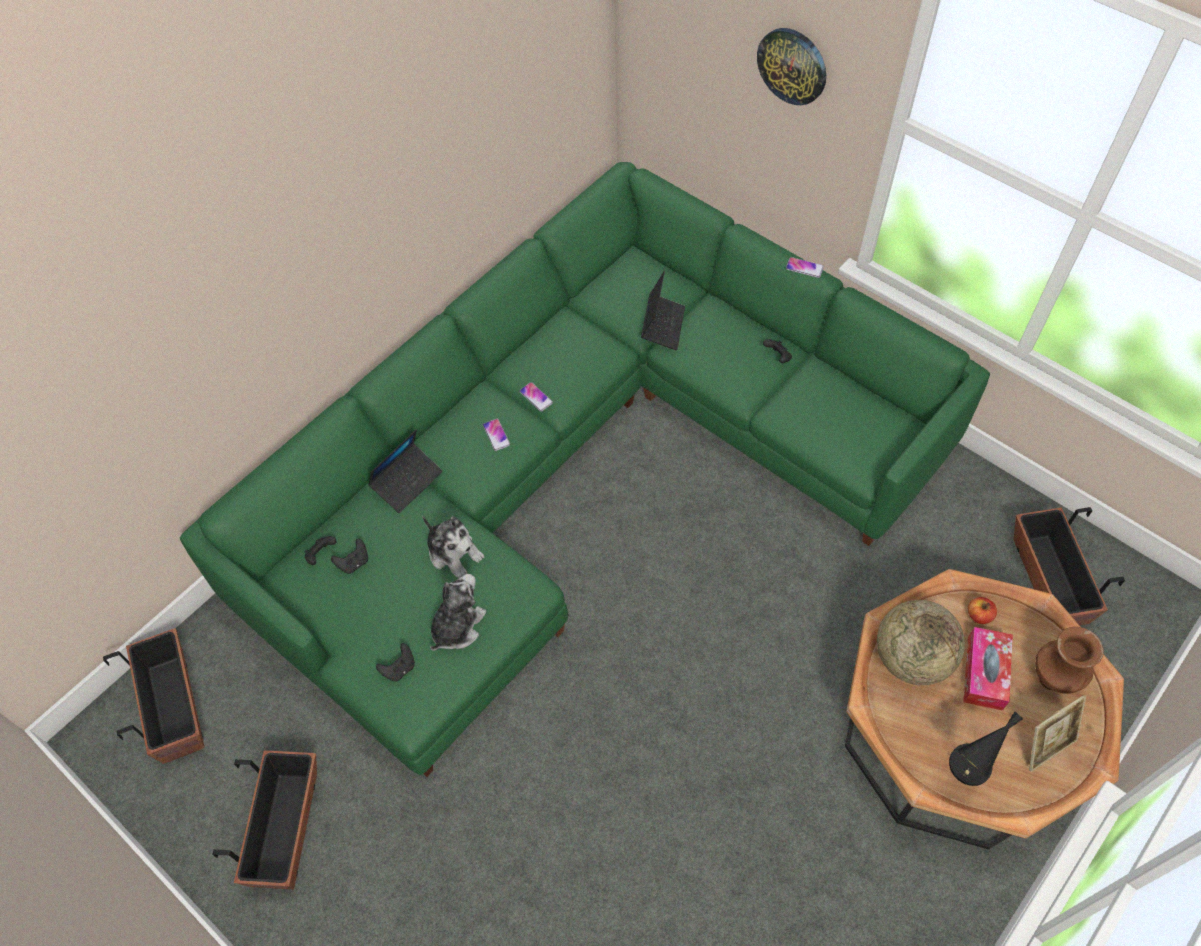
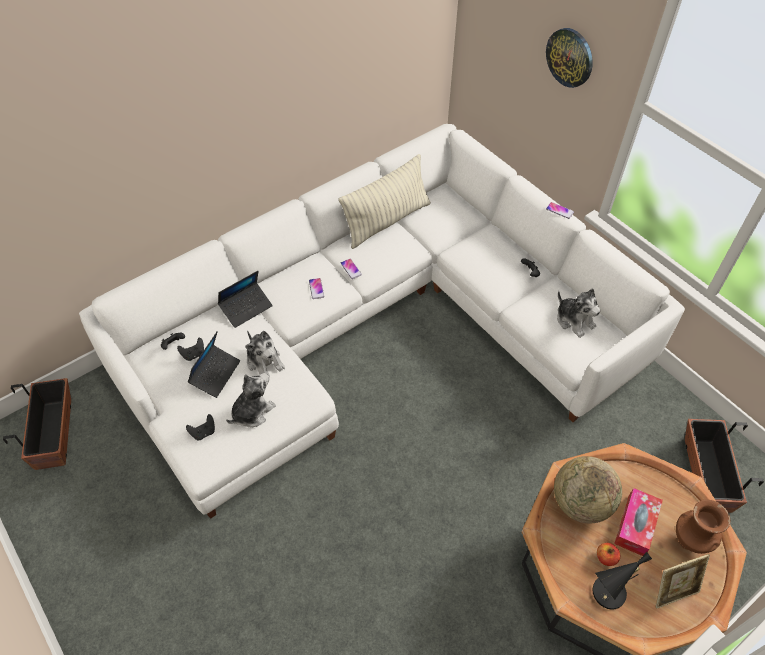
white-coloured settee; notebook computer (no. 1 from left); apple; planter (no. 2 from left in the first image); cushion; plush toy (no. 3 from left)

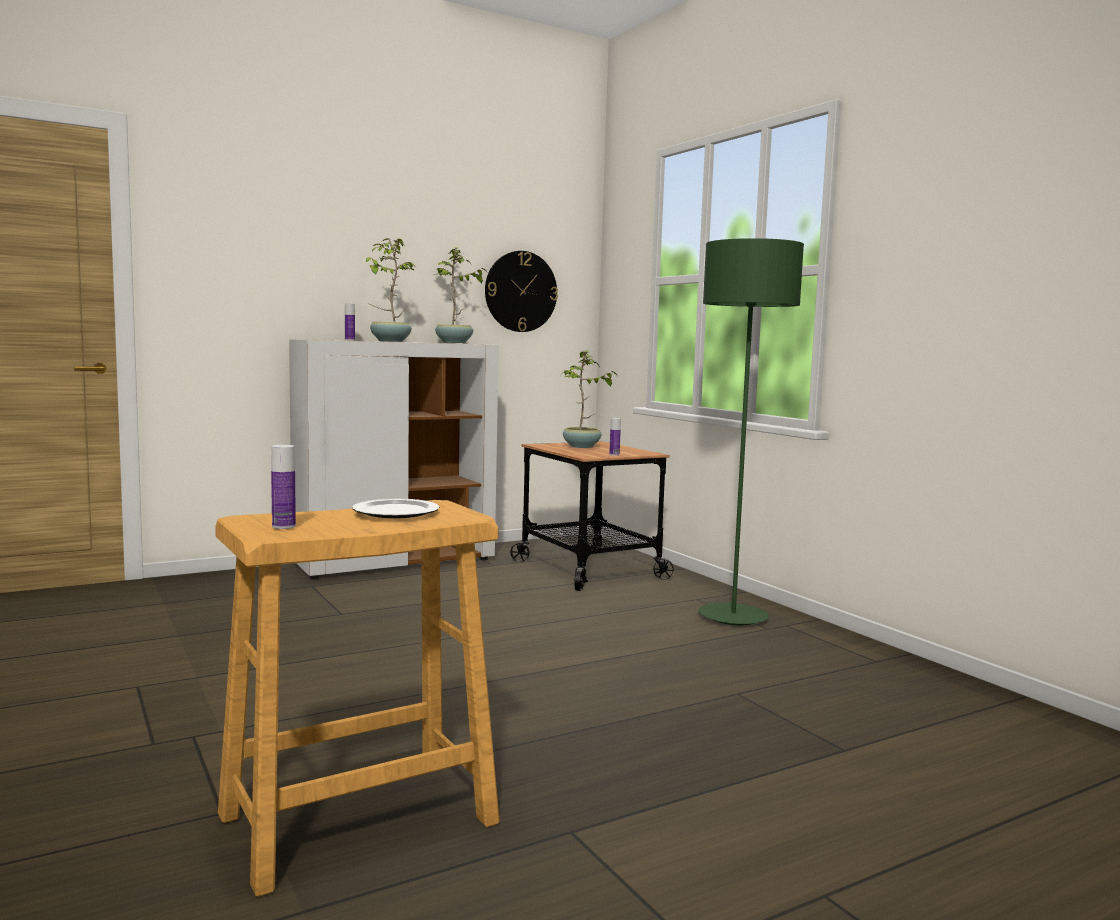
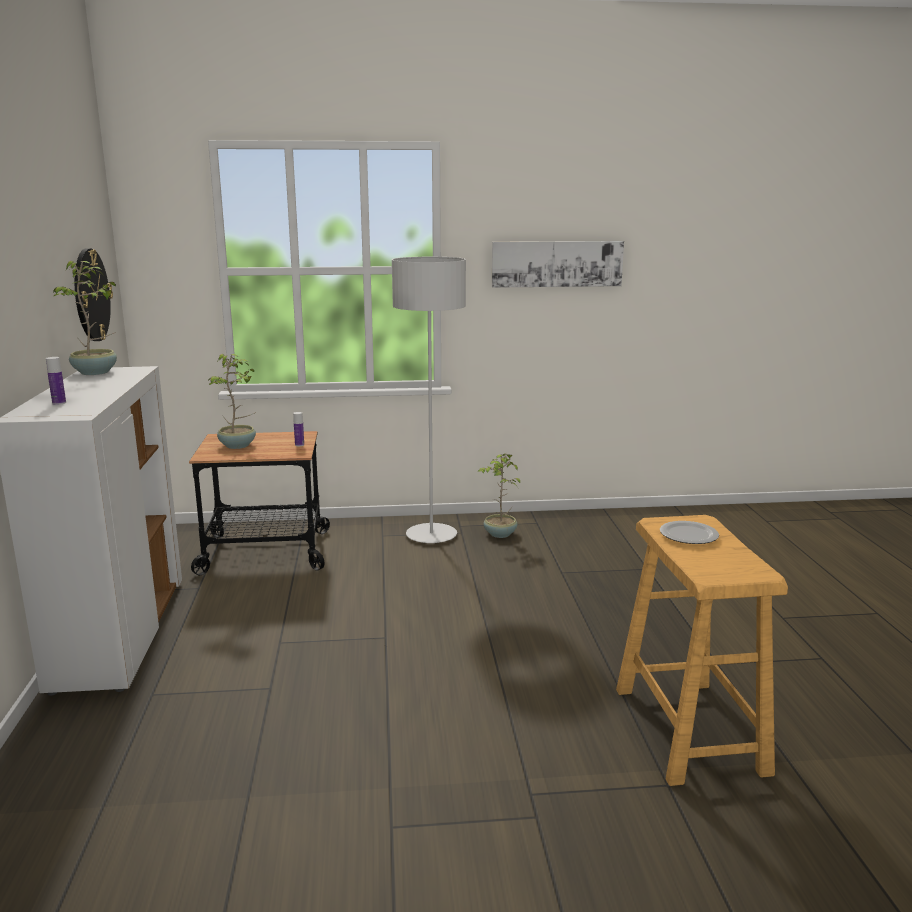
greyish floor lamp; plant in a pot (no. 3 from left); drink bottle (no. 1 from left in the first image); wall picture

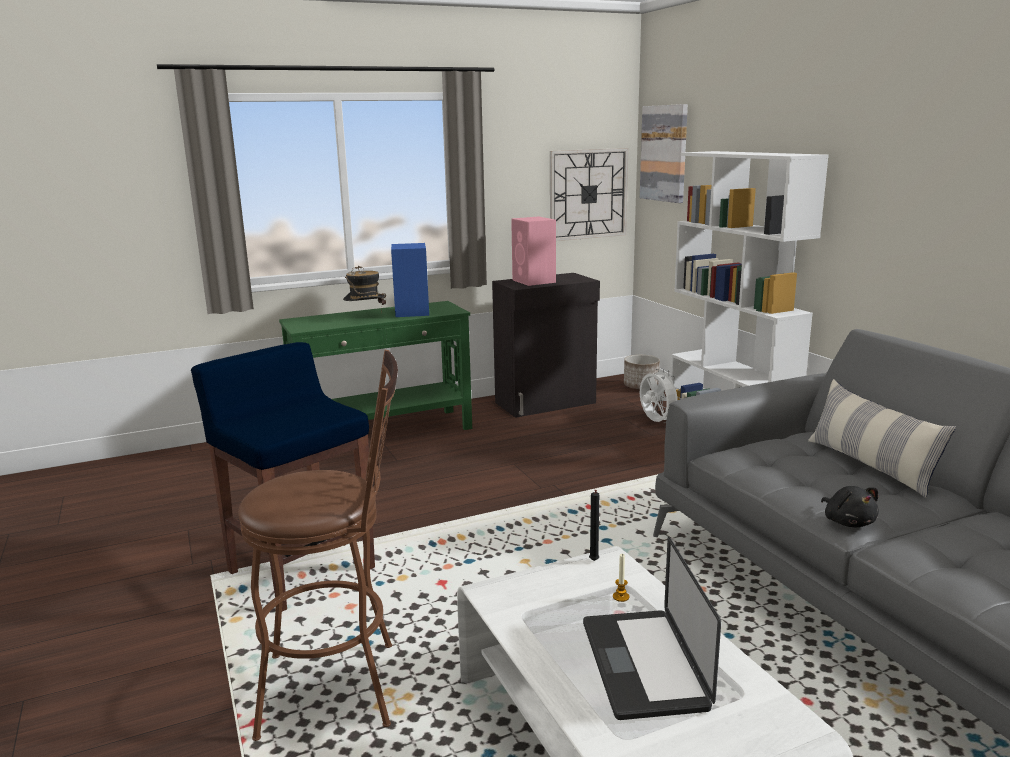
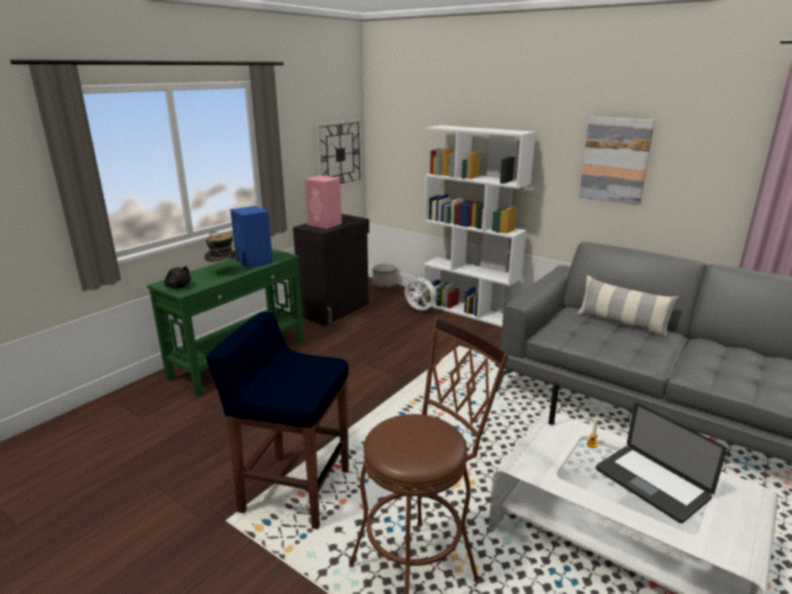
wall picture; blackish plush toy

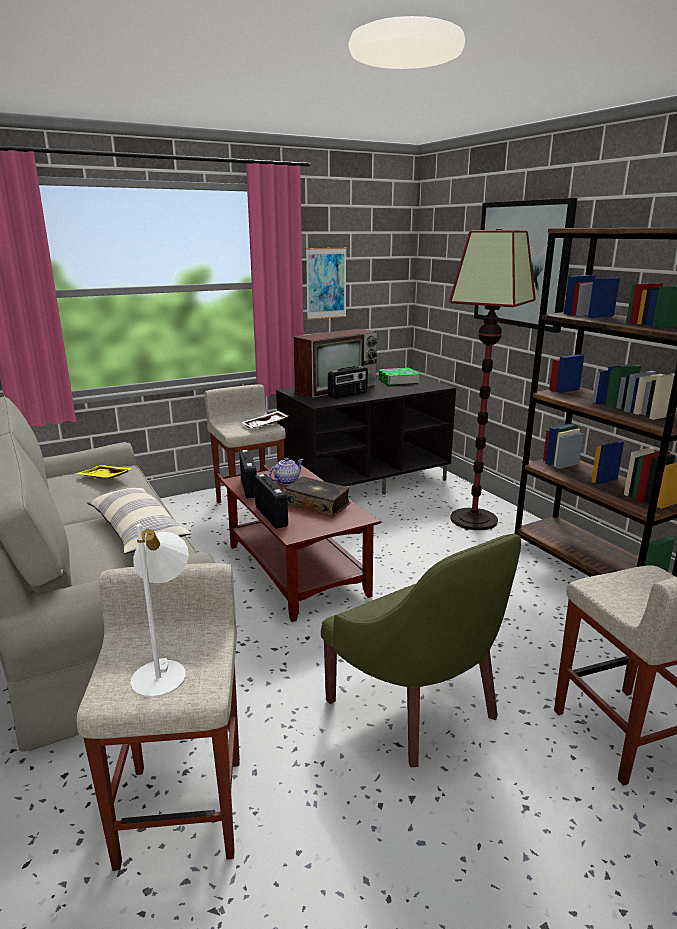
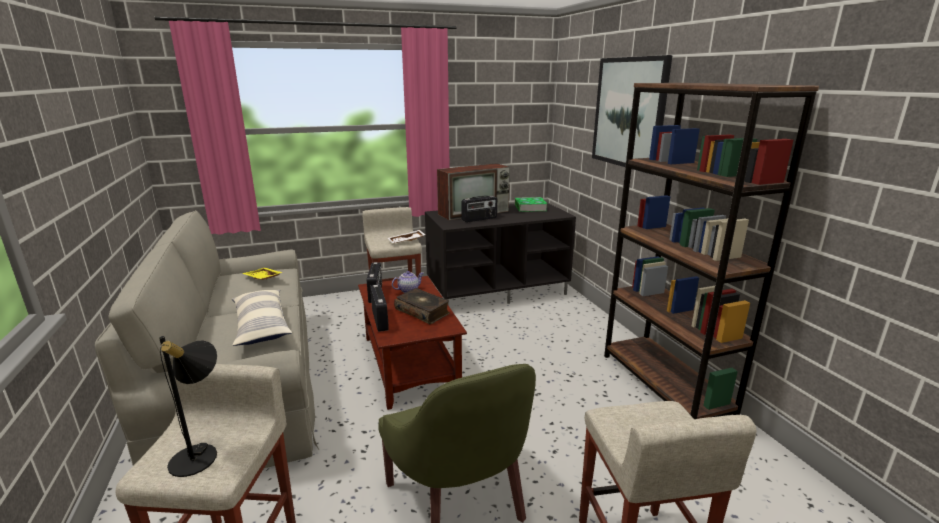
floor lamp; wall picture (no. 1 from left in the first image); blackish lamp for a table

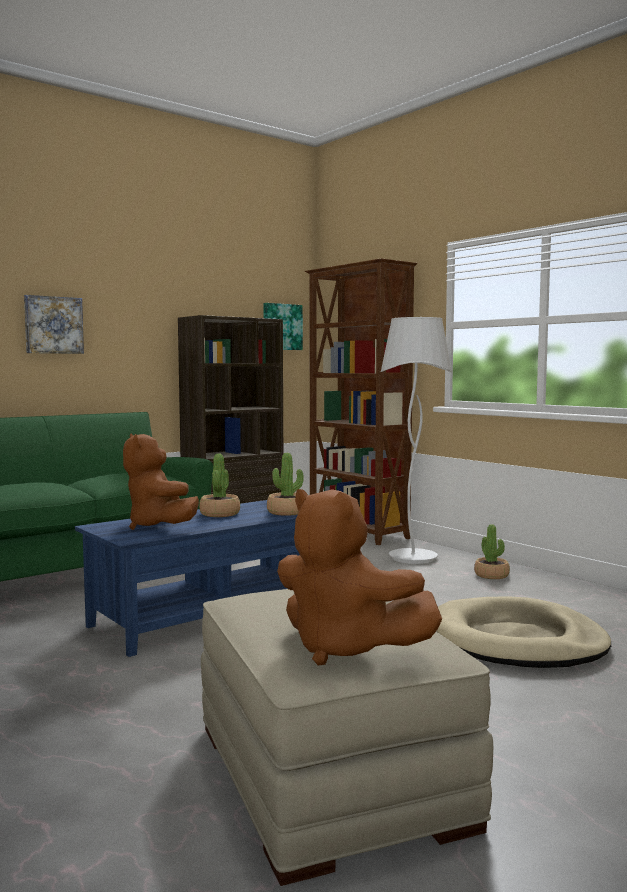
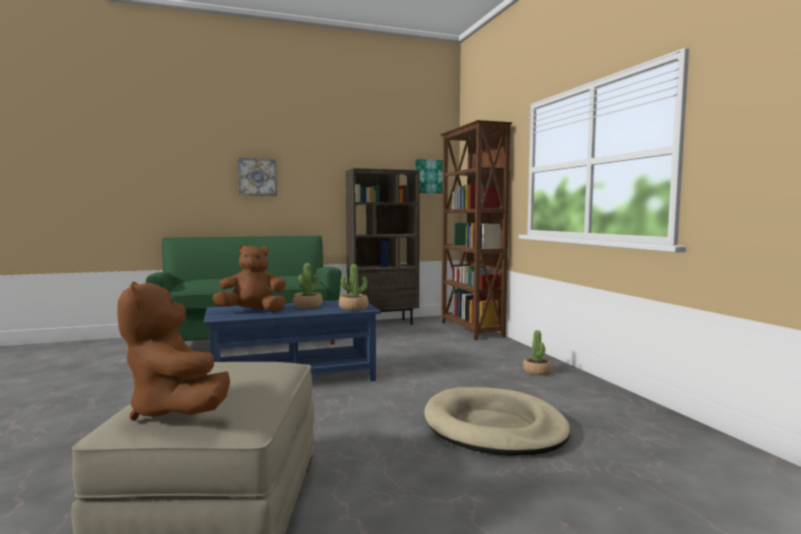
white-coloured floor lamp; brown-coloured plush toy (no. 2 from left)

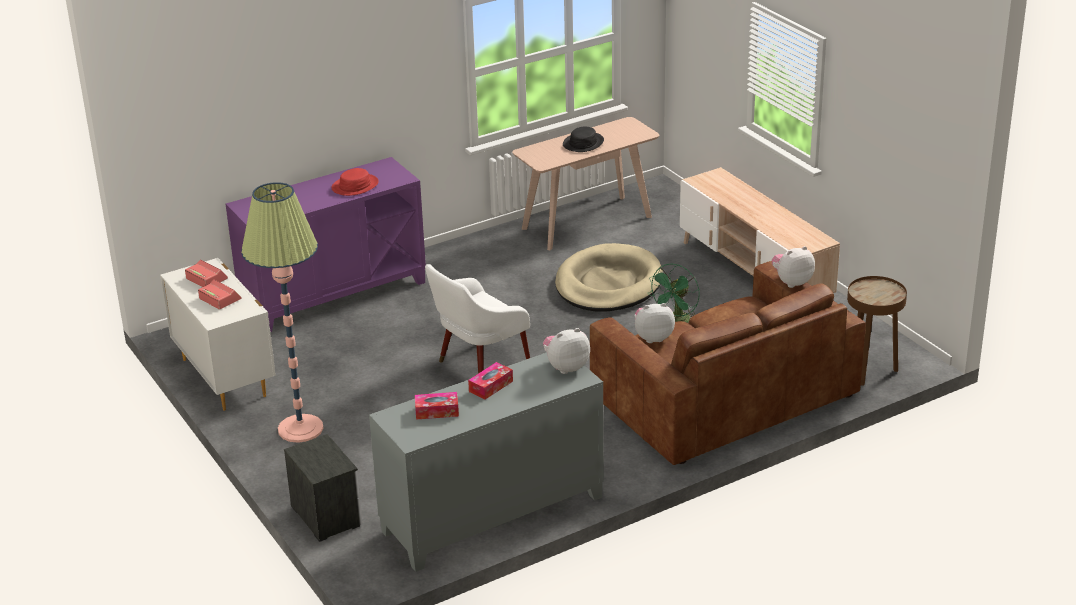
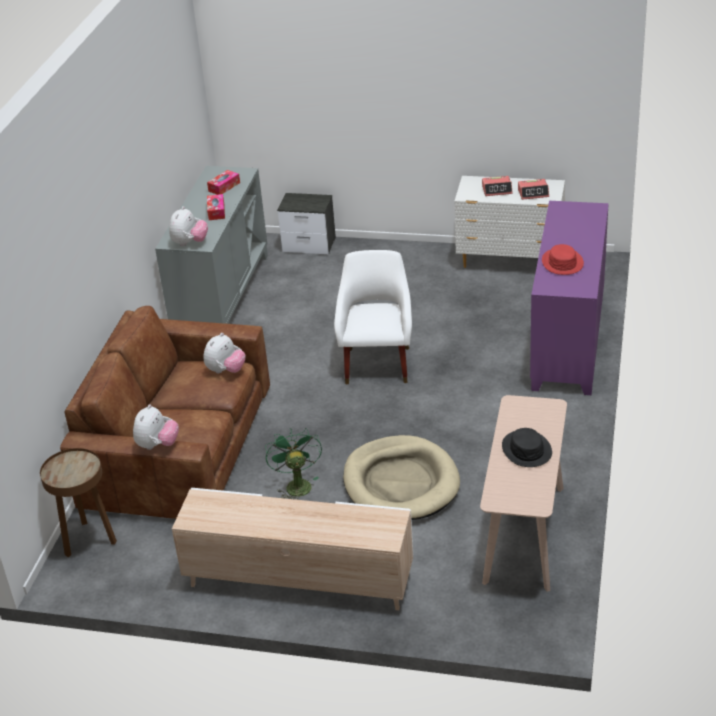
floor lamp

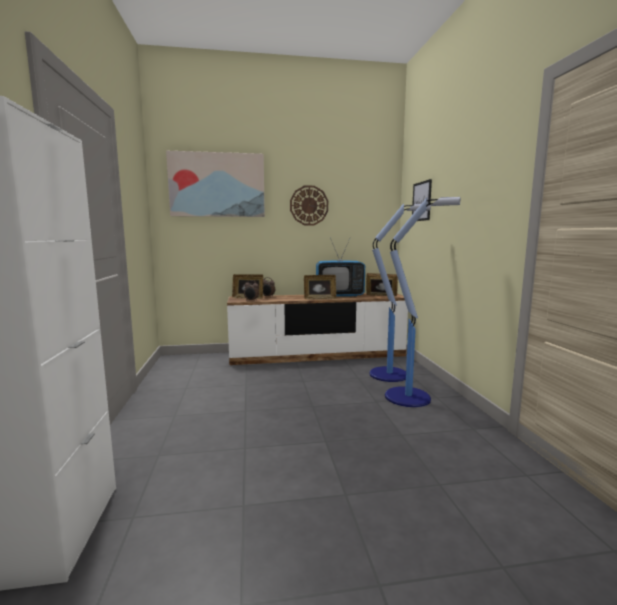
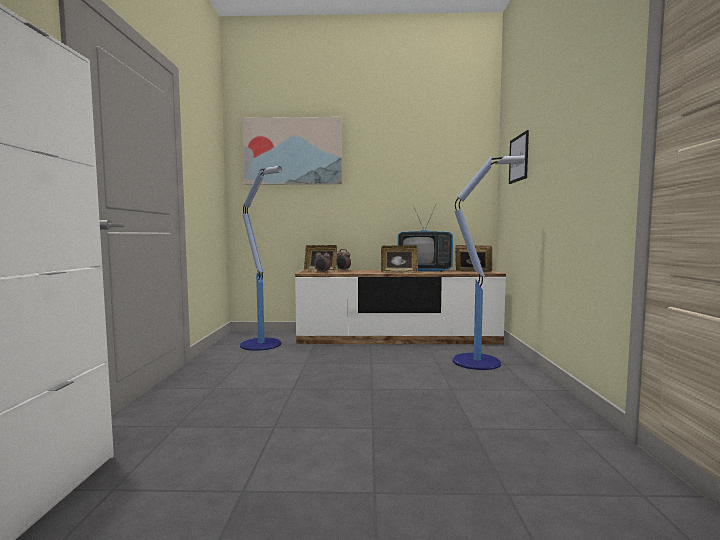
hanging clock; floor lamp (no. 1 from left)

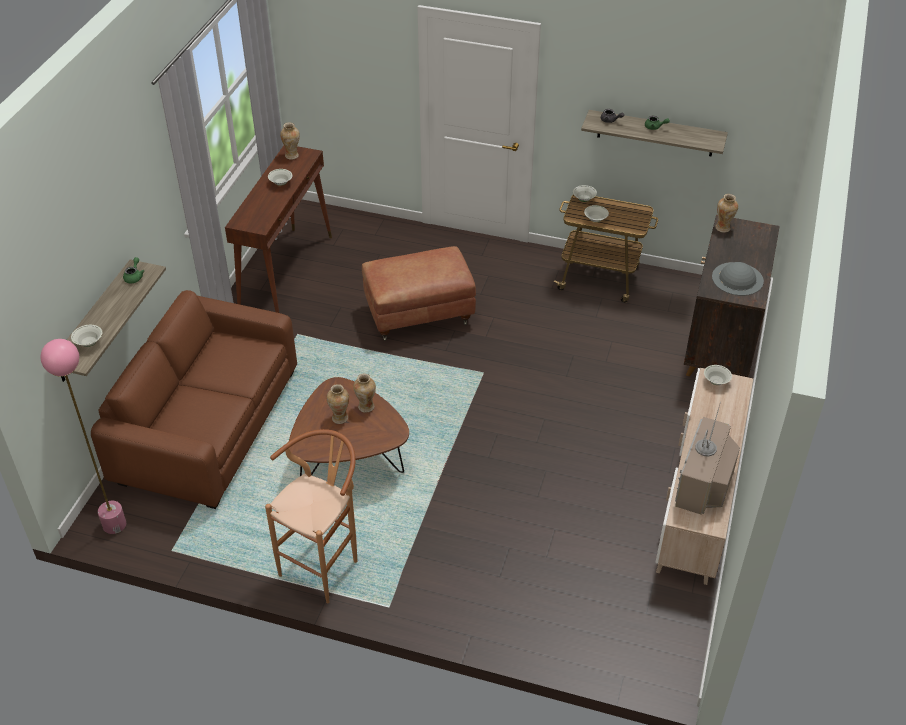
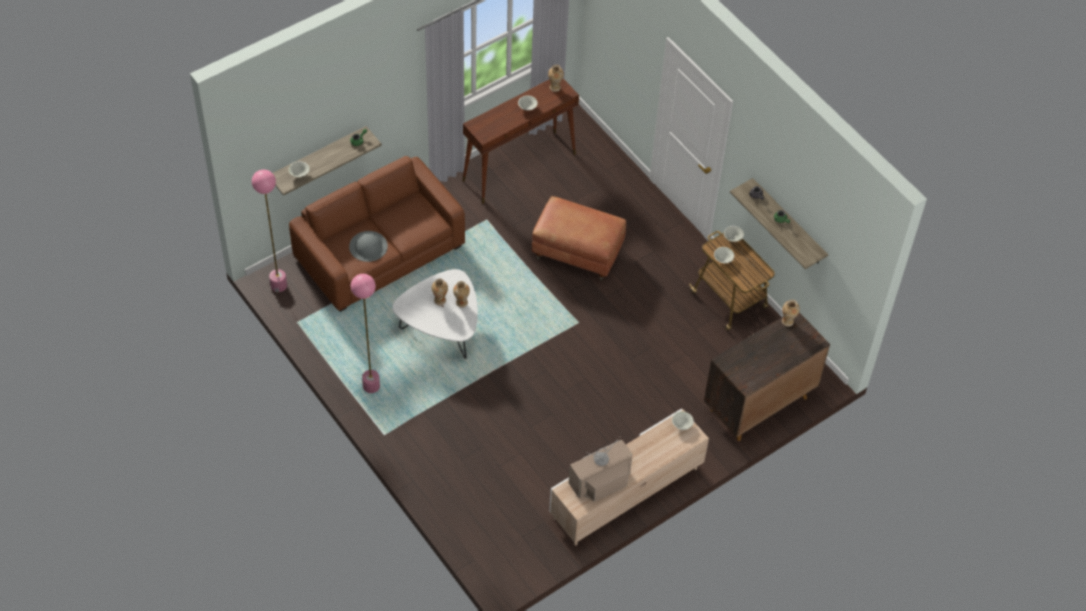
greyish hat; white-coloured low table; pinkish floor lamp (no. 2 from left)

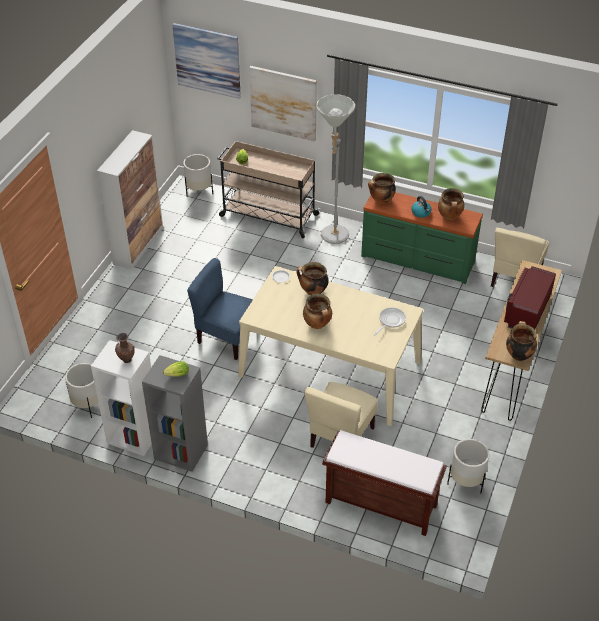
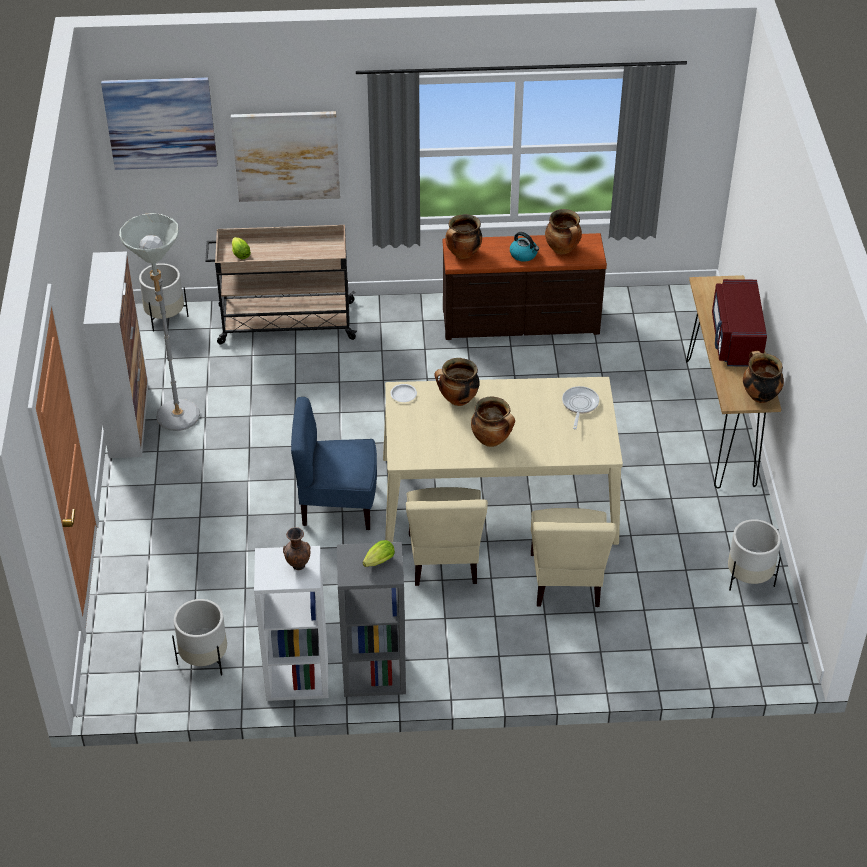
greyish floor lamp; brown-coloured drawer chest; beige chair (no. 1 from left); brown-coloured indoor bench

